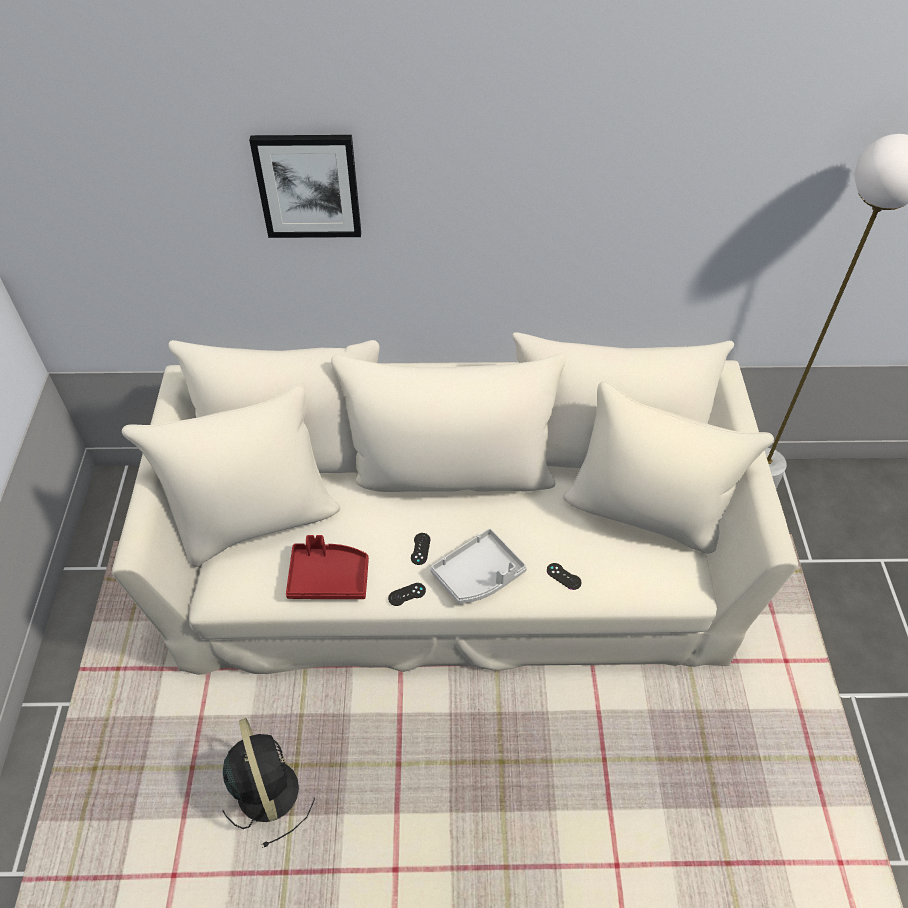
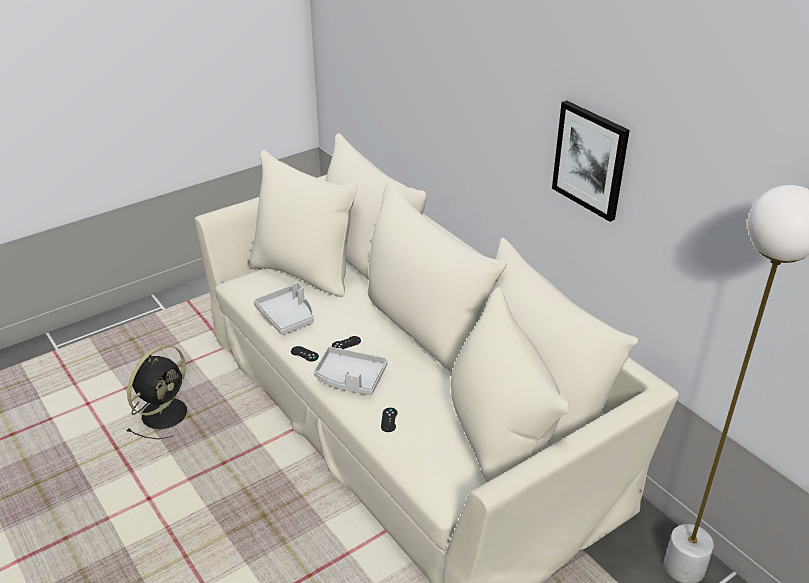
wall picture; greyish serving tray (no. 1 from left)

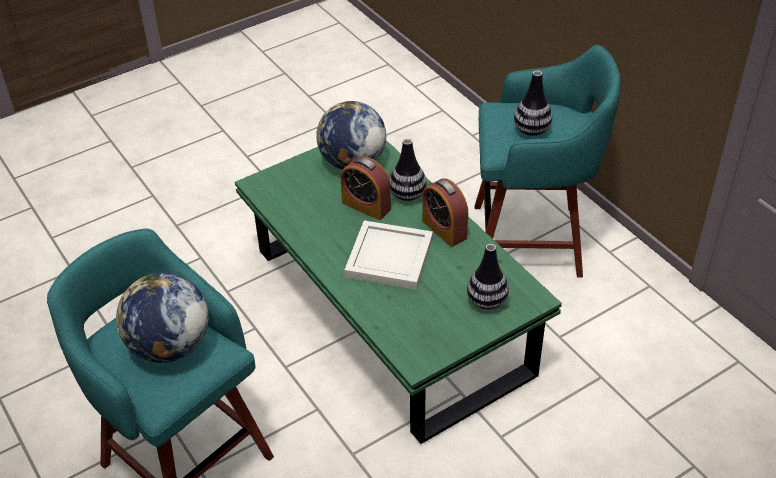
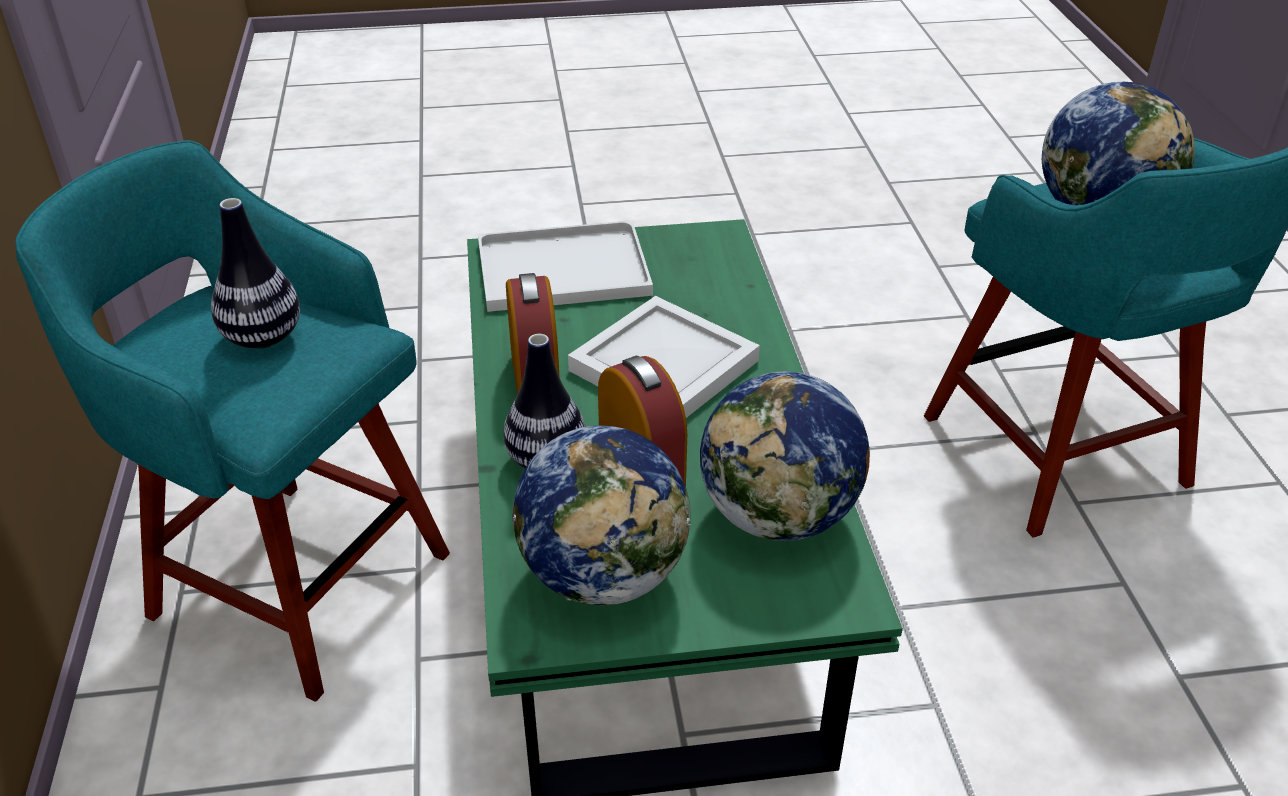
white-coloured serving tray (no. 1 from left); world globe (no. 2 from left)

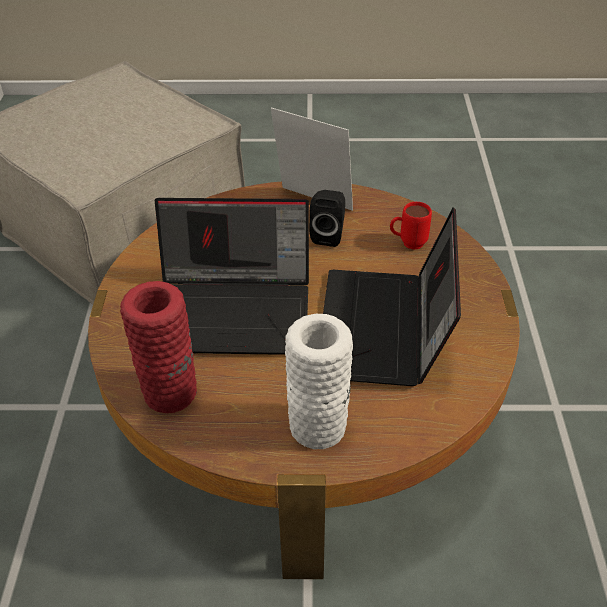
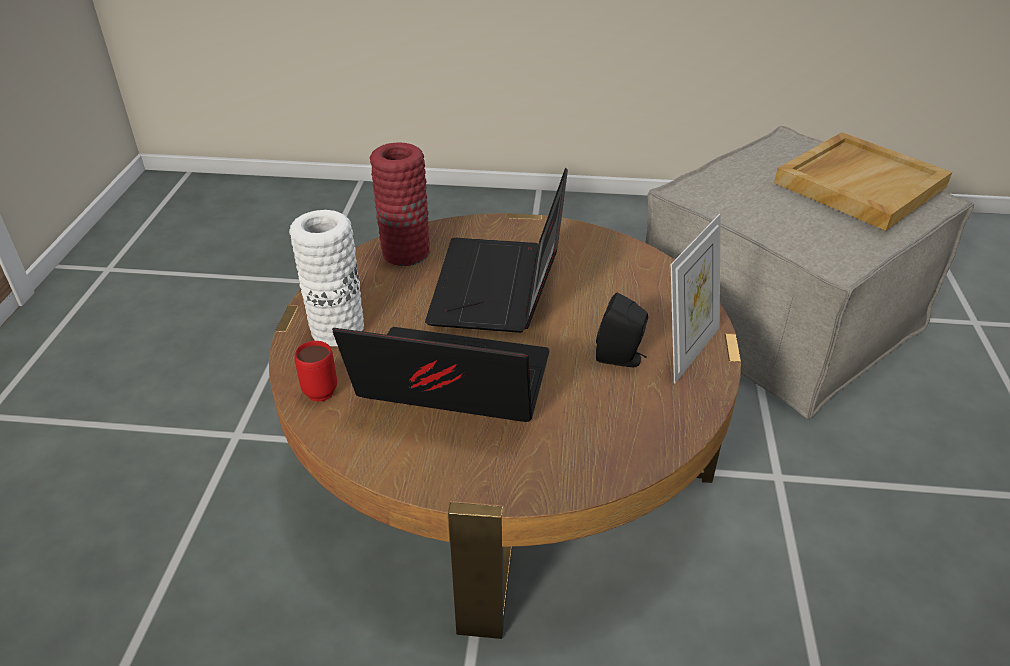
red-coloured tea mug; beige serving tray

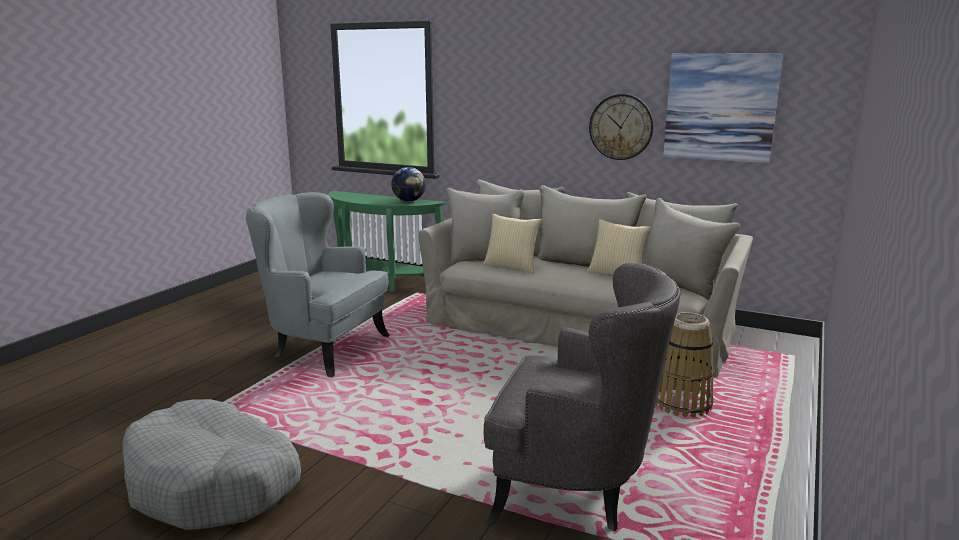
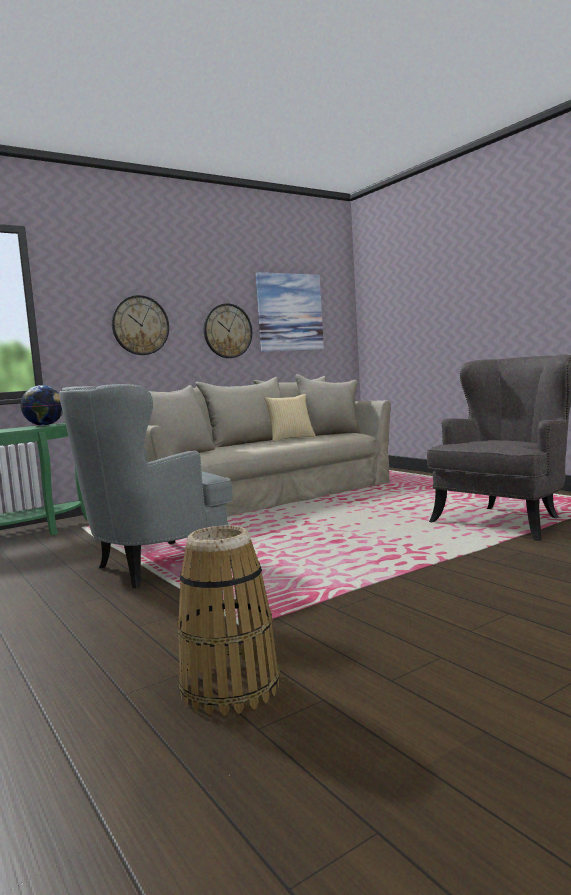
cushion (no. 1 from left in the first image); basket; greyish dog bed; hanging clock (no. 1 from left)

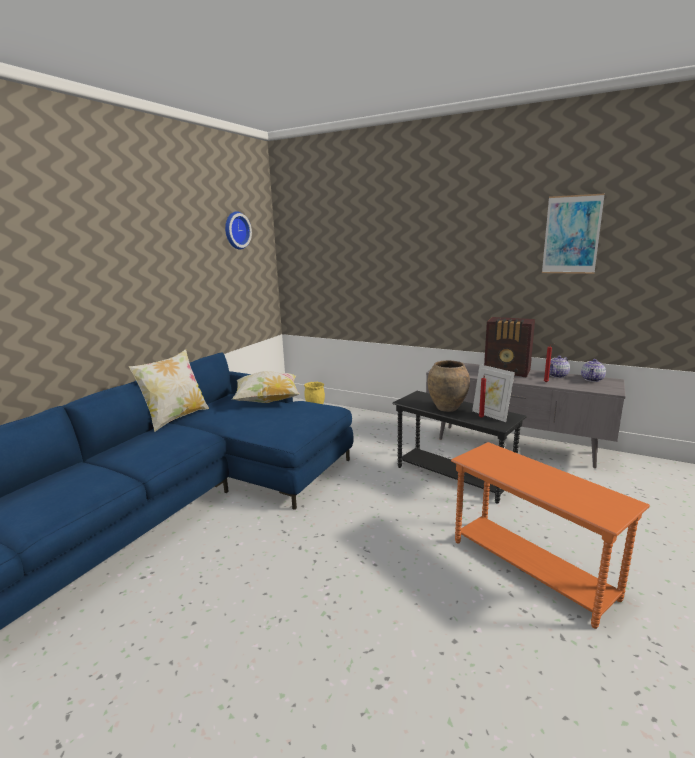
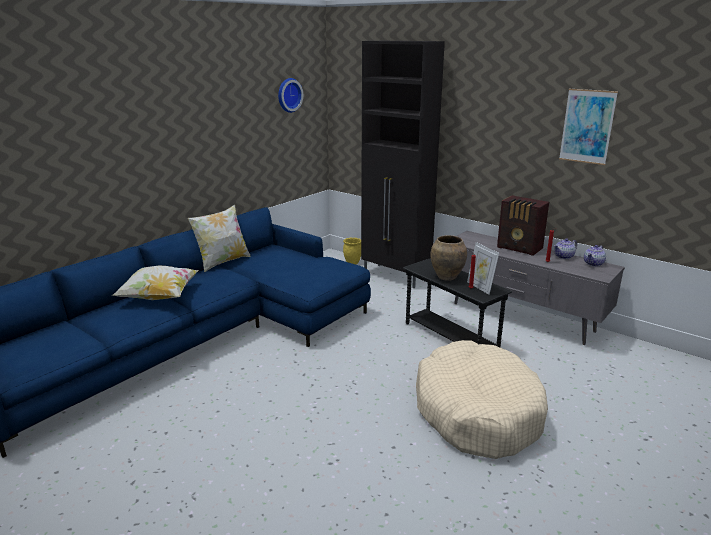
cushion (no. 1 from left); beige dog bed; blackish cabinet

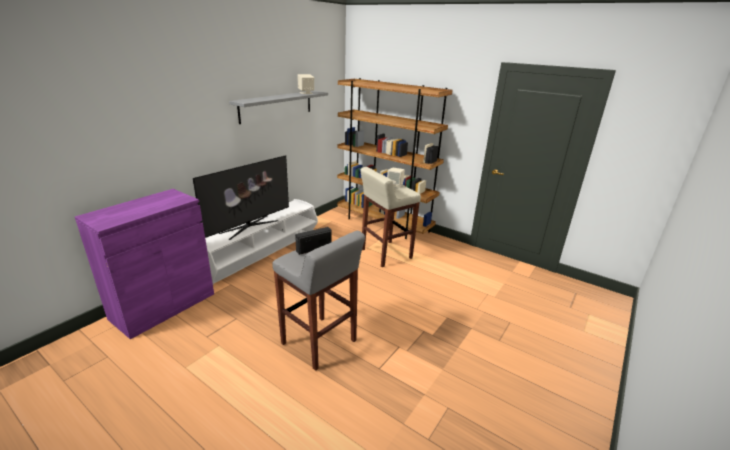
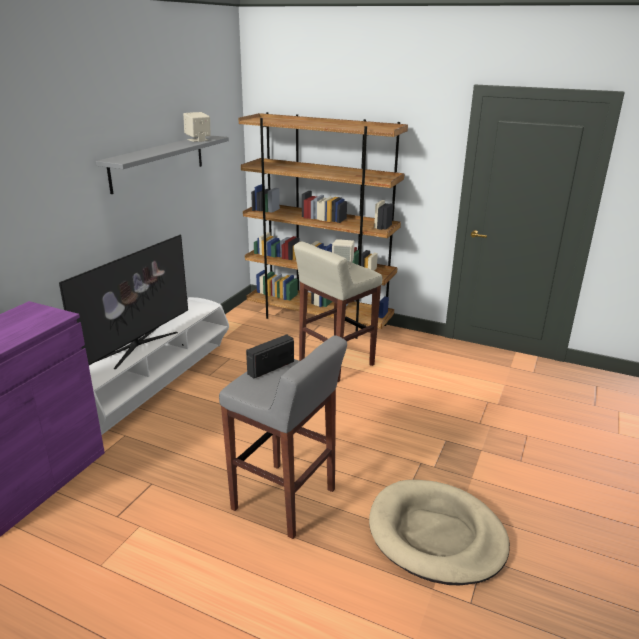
beige dog bed

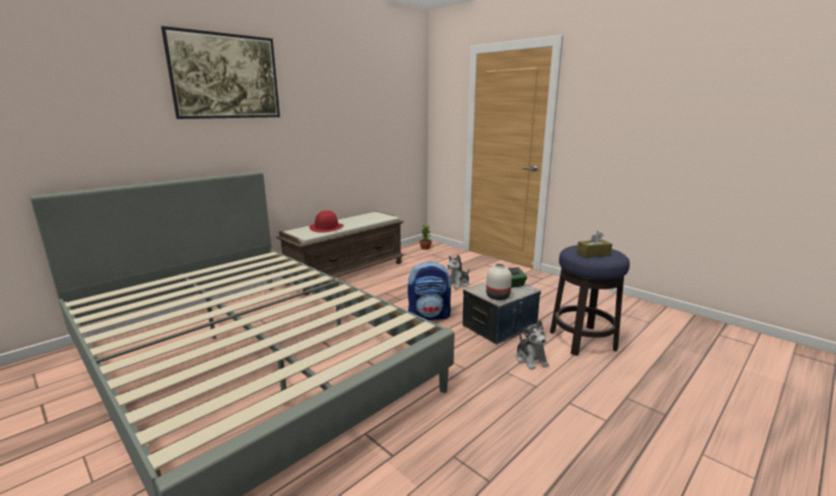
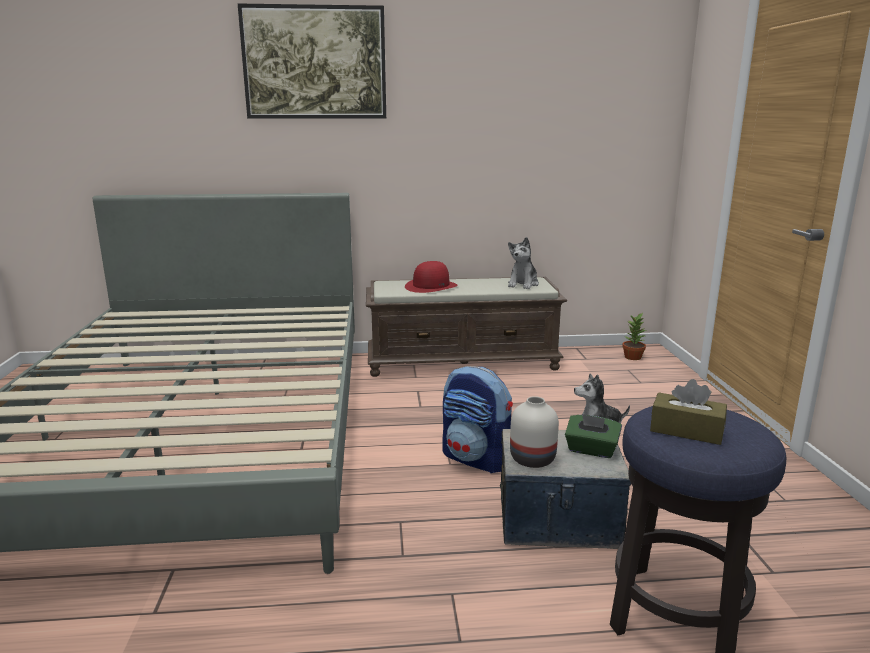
plush toy (no. 1 from left)

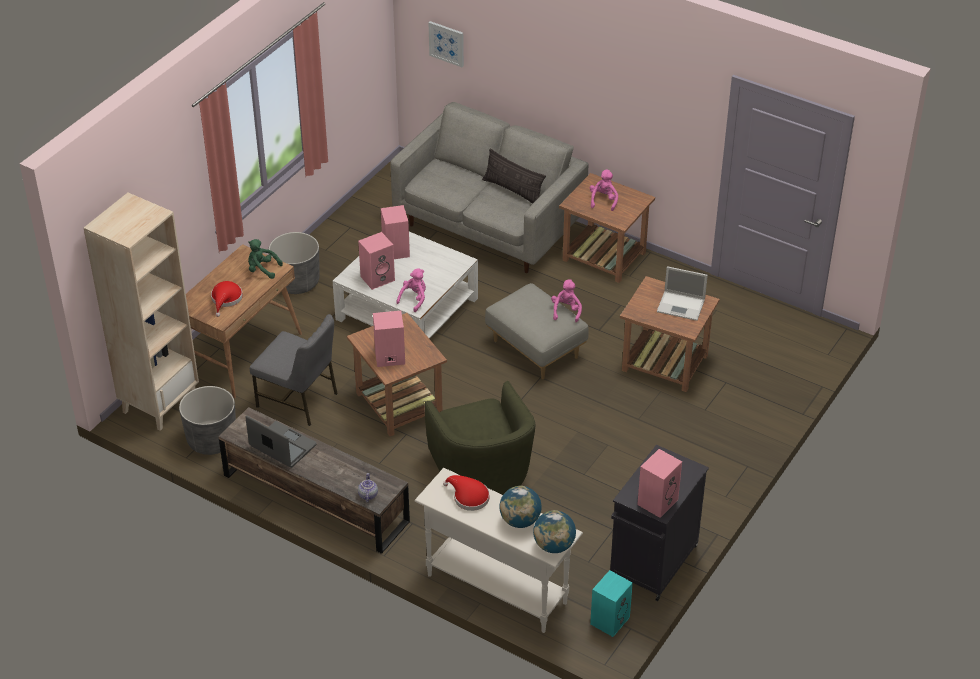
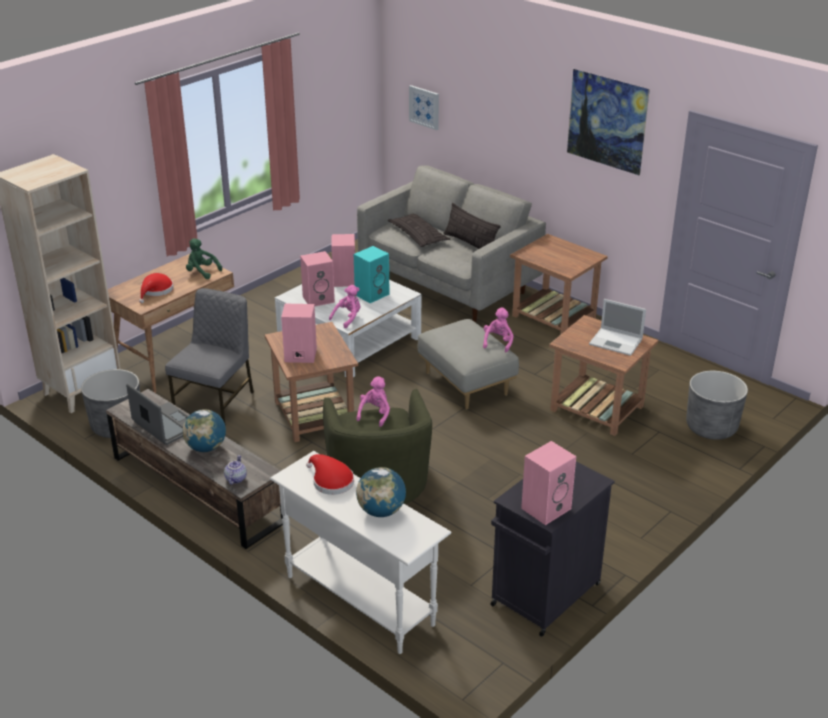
pinkish plush toy (no. 2 from left); greyish planter (no. 2 from left); greyish chair; world globe (no. 1 from left); turquoise-coloured loudspeaker; wall picture (no. 2 from left); cushion (no. 1 from left)

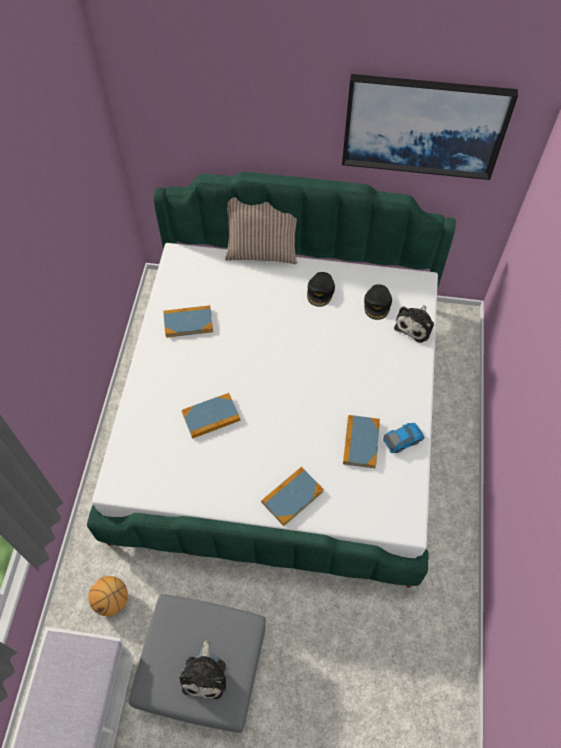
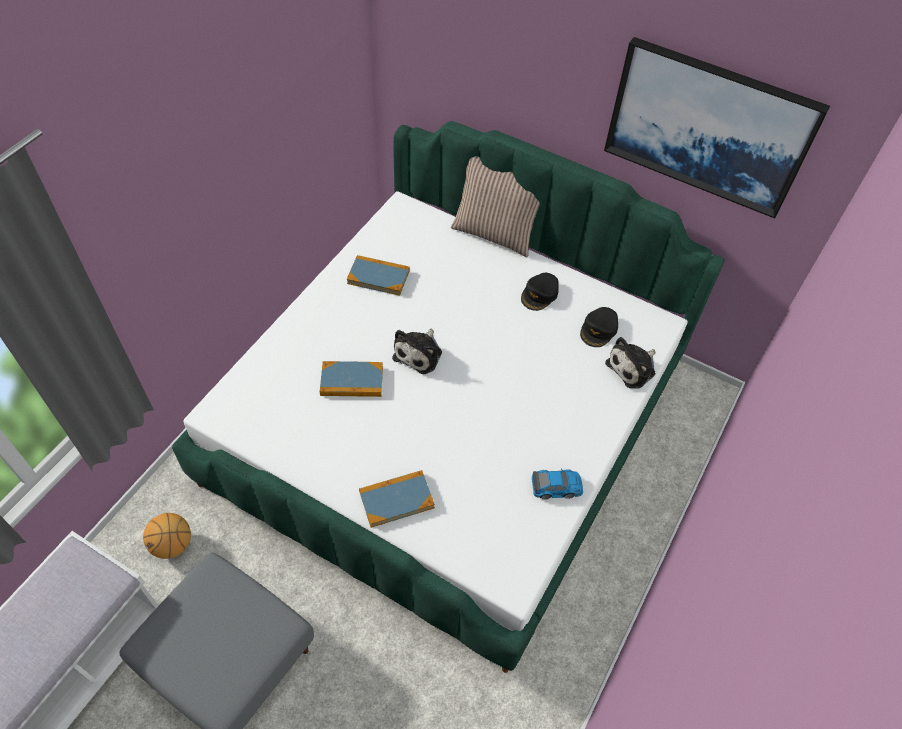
bound book (no. 4 from left in the first image); plush toy (no. 1 from left)

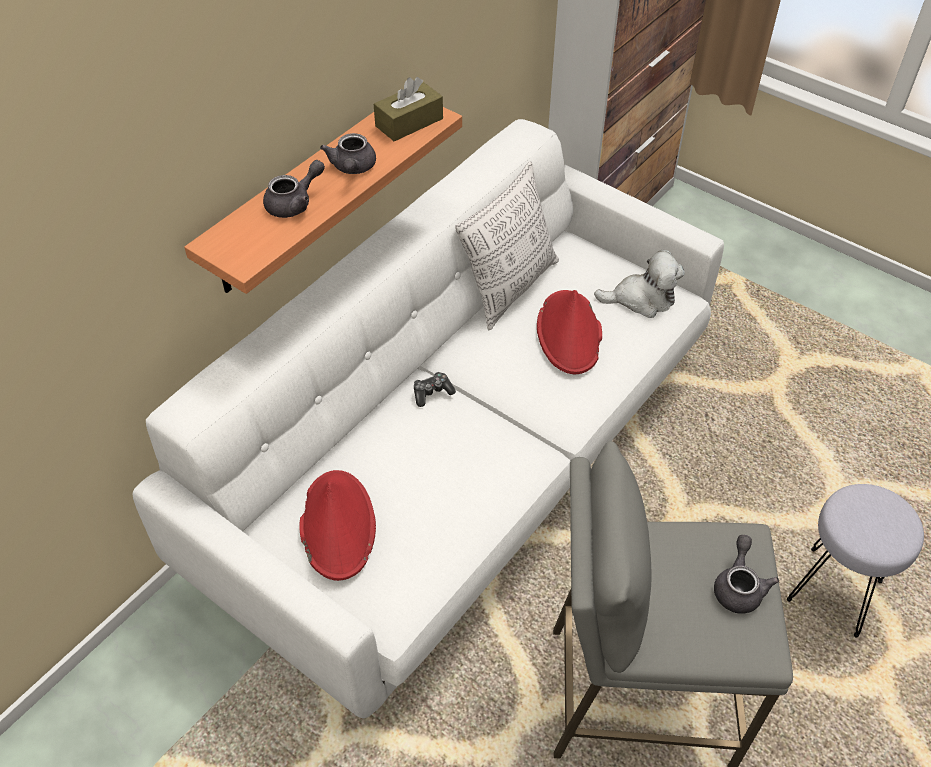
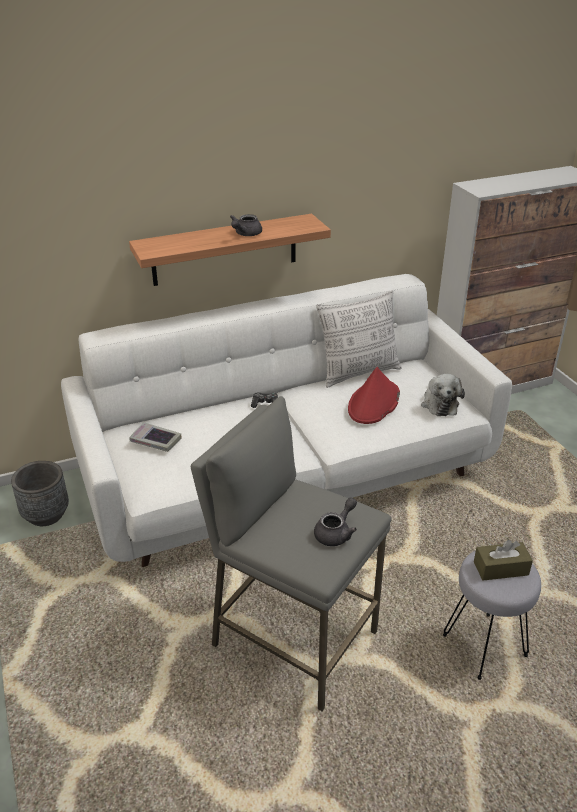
brown-coloured tissue holder; greyish teapot (no. 1 from left in the first image); plush toy; bound book; greyish planter

